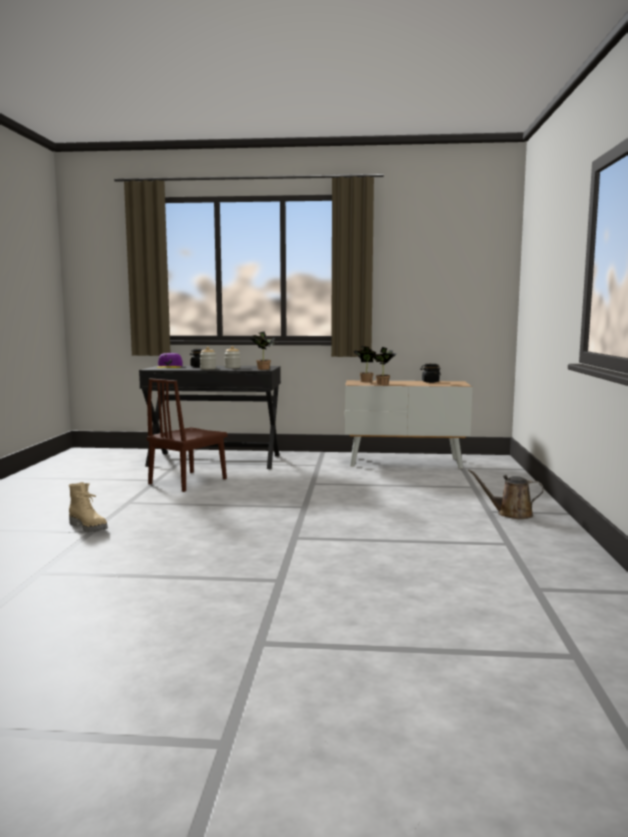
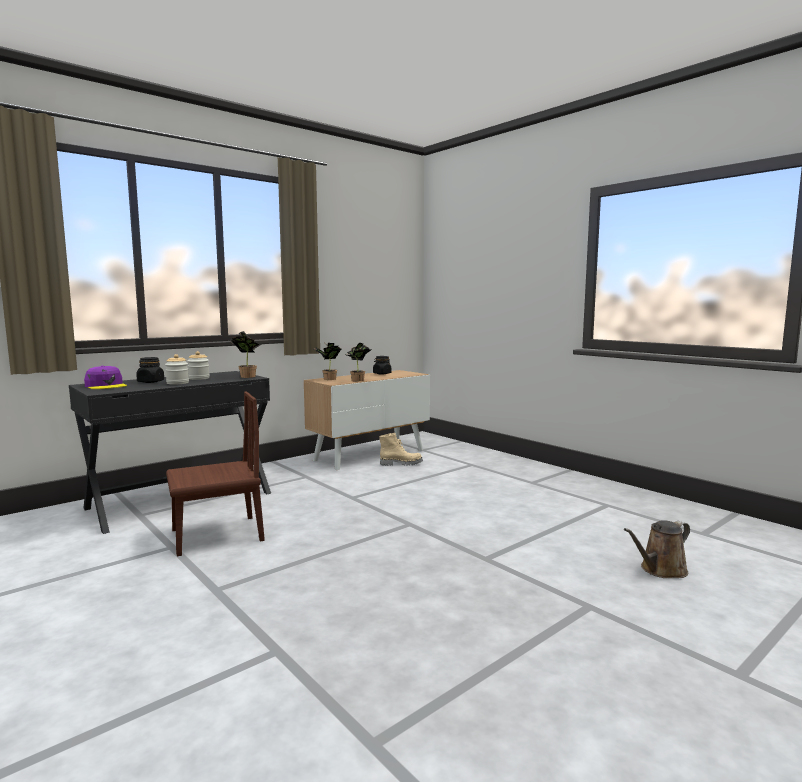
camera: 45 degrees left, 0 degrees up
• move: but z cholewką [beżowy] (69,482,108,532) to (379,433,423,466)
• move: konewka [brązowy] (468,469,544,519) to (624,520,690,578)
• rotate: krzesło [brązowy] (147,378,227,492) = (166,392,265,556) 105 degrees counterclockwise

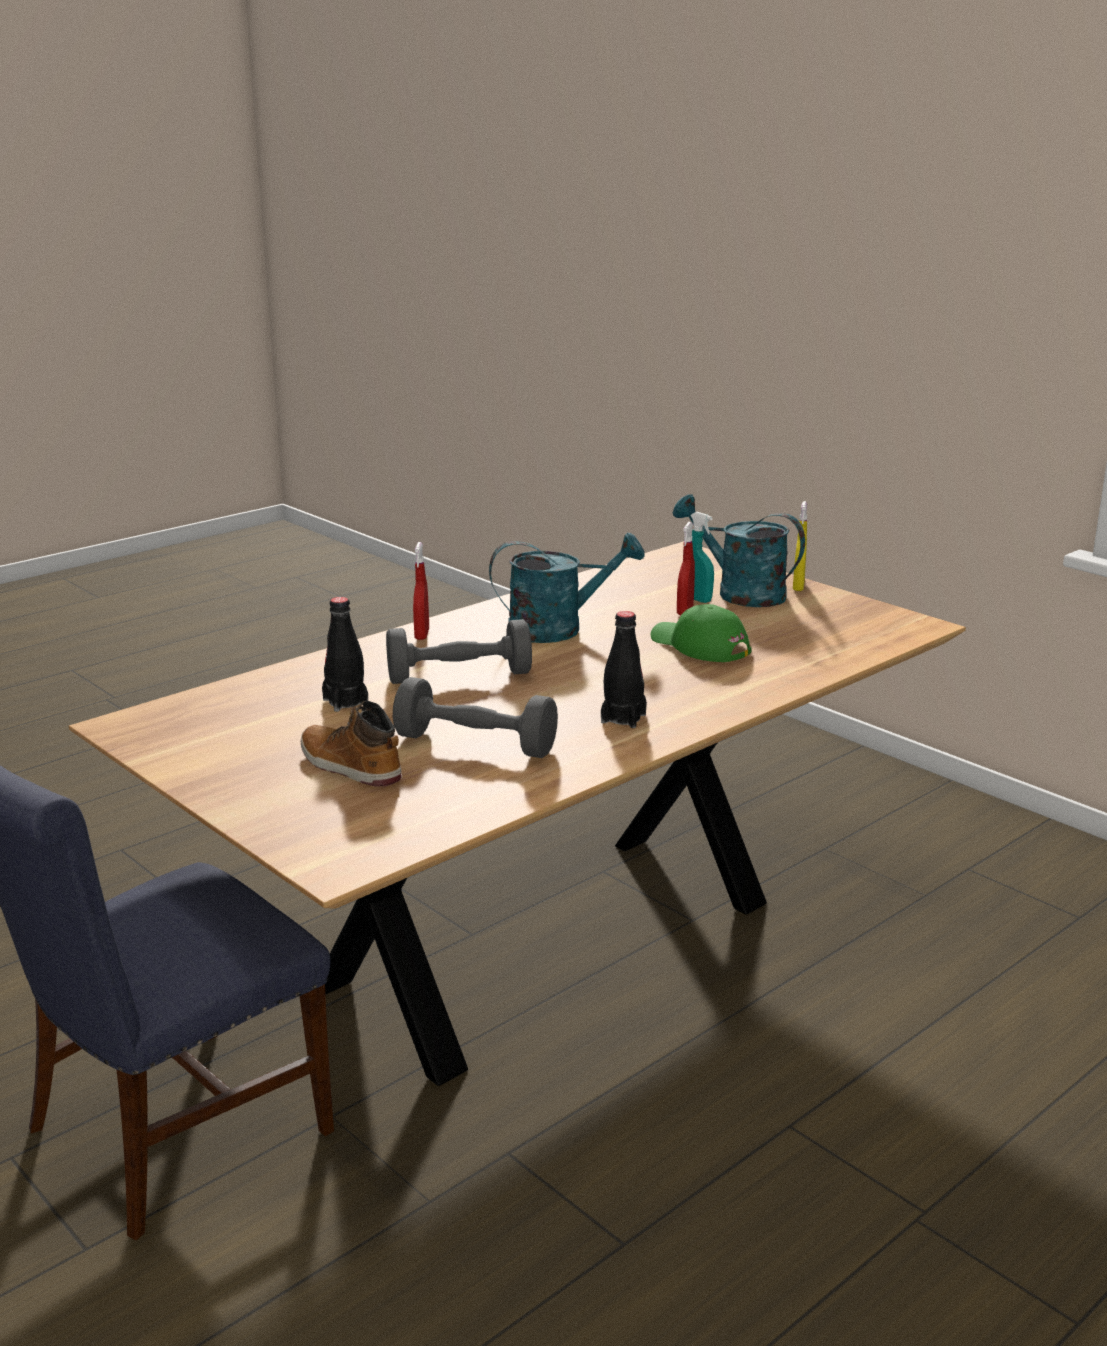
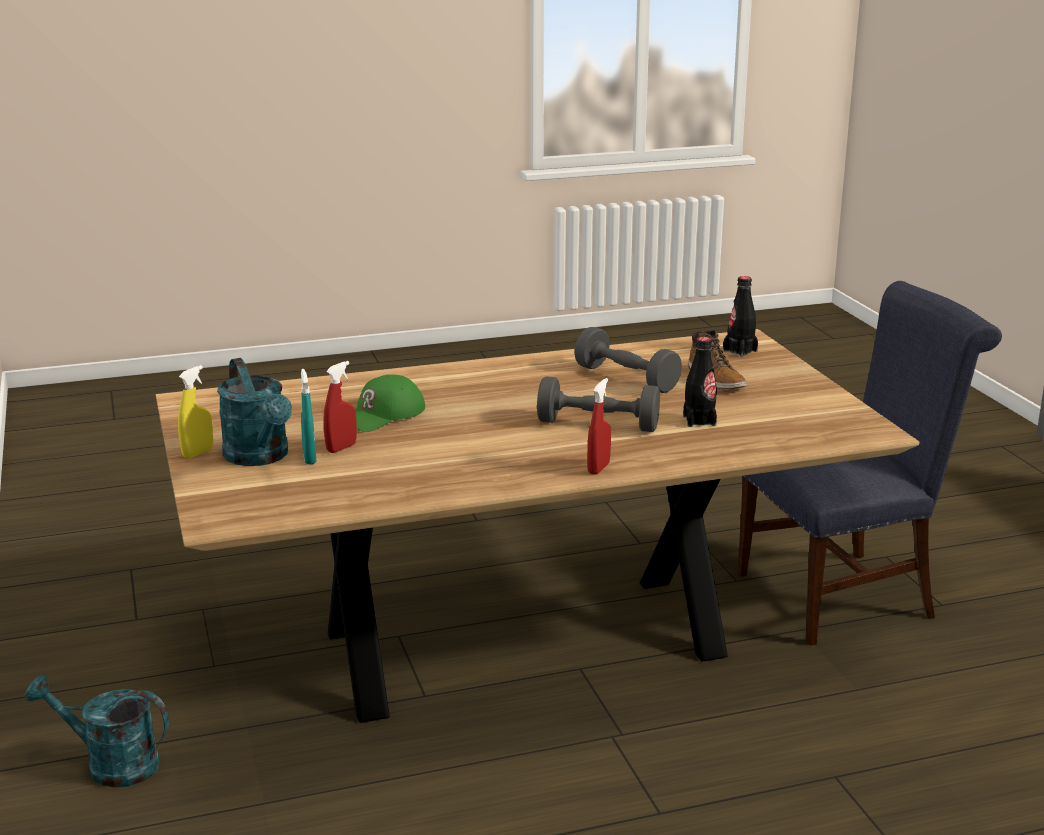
camera: 155 degrees left, 0 degrees up
• move: konewka [turkusowy] (489,533,645,643) to (25,675,169,787)
• move: butelka [czarny] (601,611,647,728) to (723,276,758,357)
• rotate: czapka z daszkiem [zielony] (651,604,752,662) = (355,374,425,432) 60 degrees clockwise

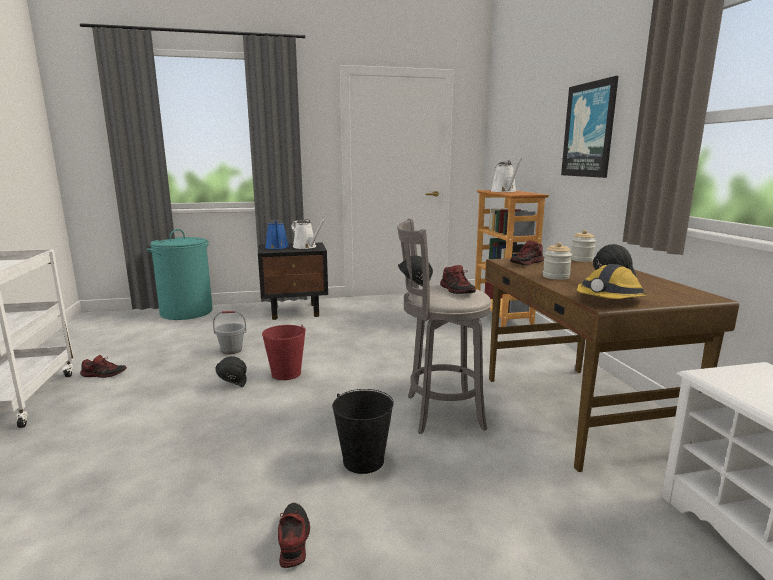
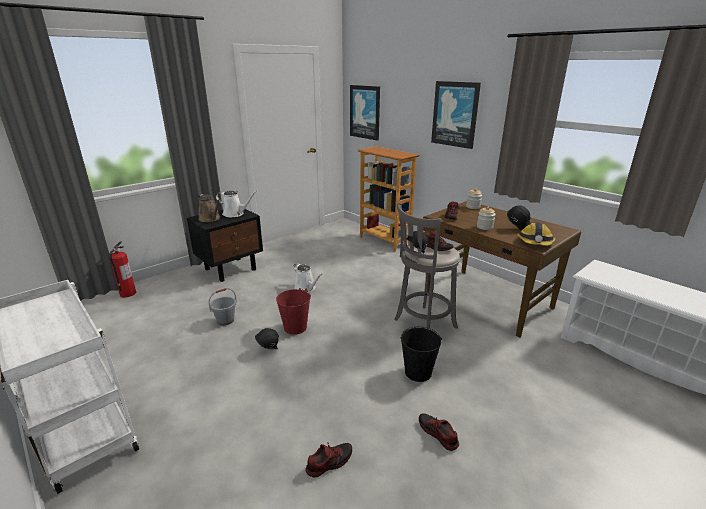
camera: 30 degrees left, 10 degrees up
• insert: obraz (350,85,380,141)
• move: but (80,355,127,378) to (305,443,352,477)
• move: konewka [biały] (491,158,522,192) to (294,263,323,292)
• replace: kosz na pranie [turkusowy] (147,229,213,320) to gaśnica (109,241,136,298)
• recolor: konewka [niebieski] (265,220,289,249) to konewka [brązowy] (198,194,221,222)

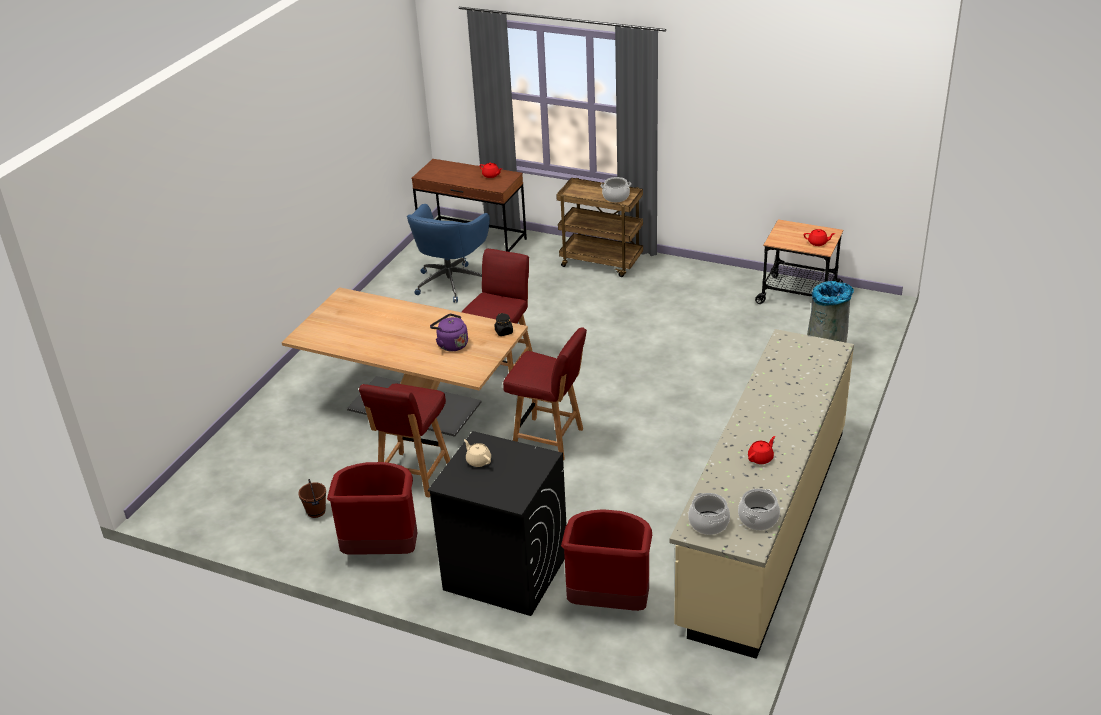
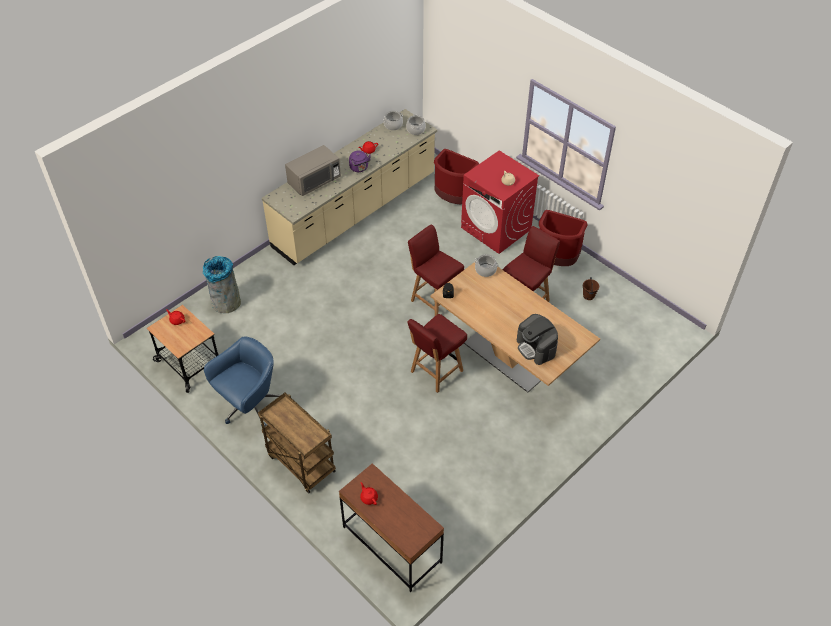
camera: 160 degrees left, 15 degrees up
• insert: mikrofalówka [szary] (285,145,341,196)
• insert: ekspres do kawy (517,314,558,365)
• move: krzesło biurowe [niebieski] (407,204,490,303) to (204,337,281,427)
• move: czajnik [fioletowy] (430,314,468,351) to (349,151,371,172)
• move: garnek (601,177,631,202) to (474,254,498,277)
• recolor: pralka [czarny] (428,431,566,616) to pralka [czerwony] (461,150,539,254)

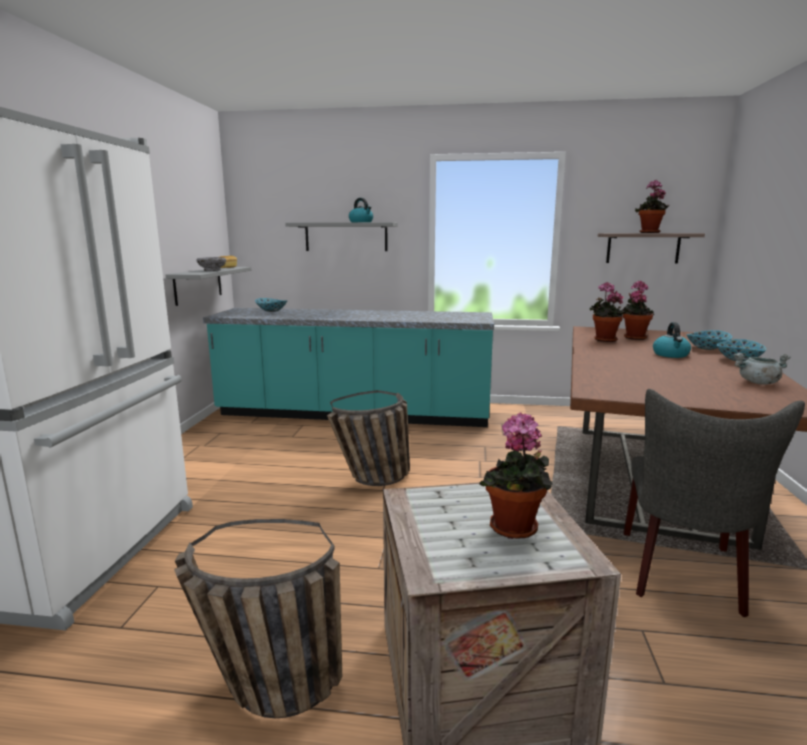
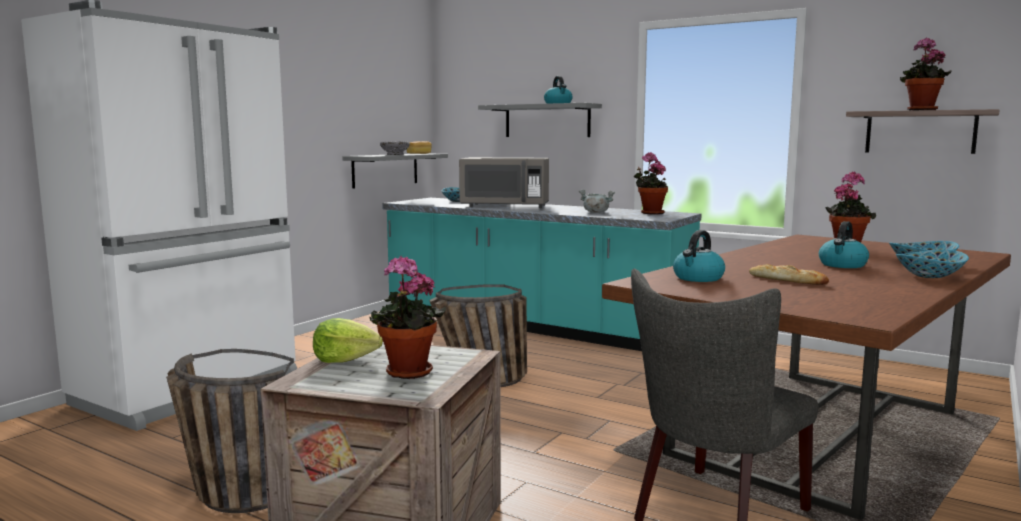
camera: 25 degrees right, 5 degrees down
• insert: sałata (313,318,383,363)
• insert: mikrofalówka [szary] (459,157,549,208)
• insert: czajnik (673,230,725,282)
• insert: chleb (749,264,829,285)
• move: roślina doniczkowa (590,282,626,342) to (634,152,668,215)
• move: garnek [szary] (733,353,791,385) to (579,190,615,213)

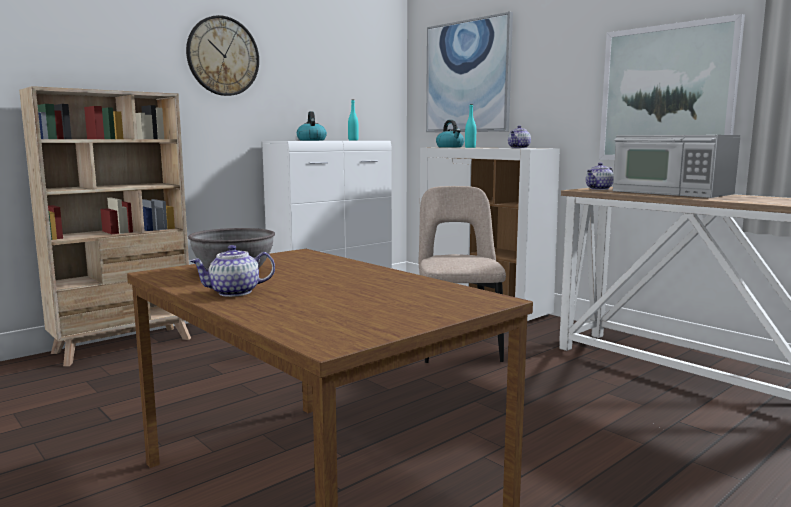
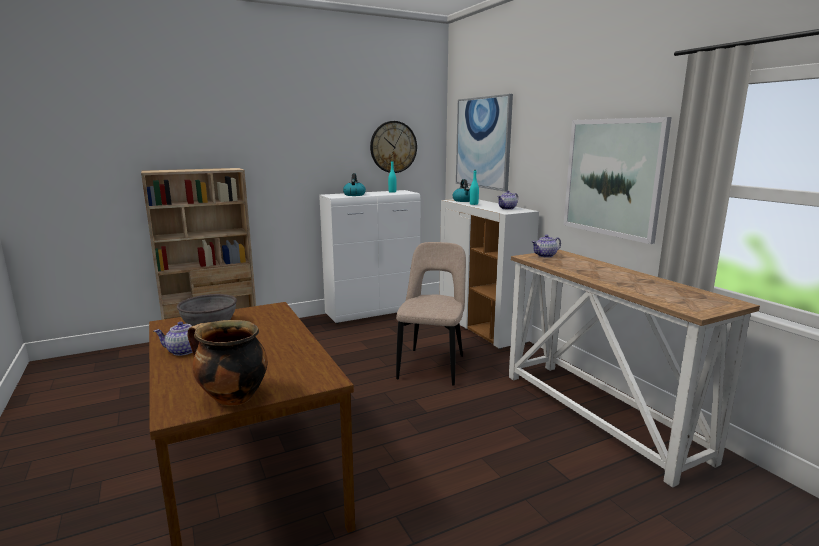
camera: 15 degrees right, 5 degrees up
• delete: mikrofalówka (612,135,741,198)
• insert: garnek (188,320,267,406)
• move: zegar ścienny (186,15,259,96) to (370,121,417,173)

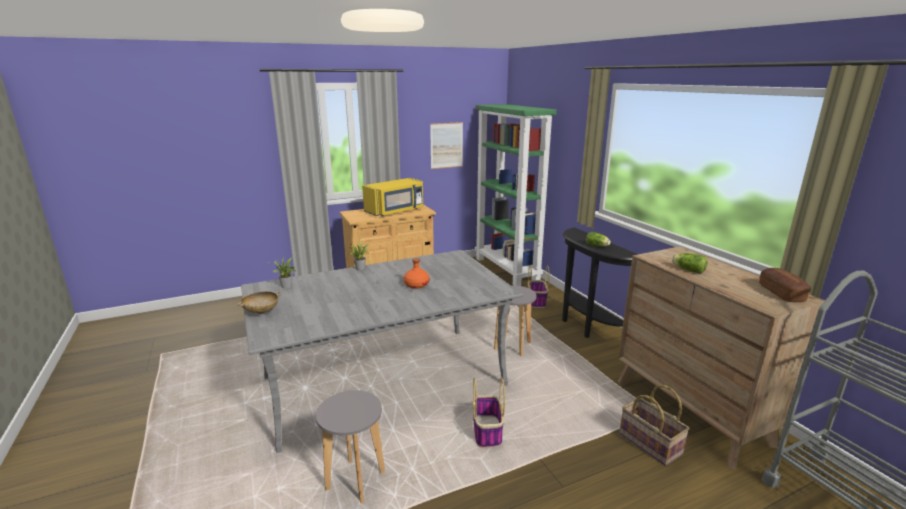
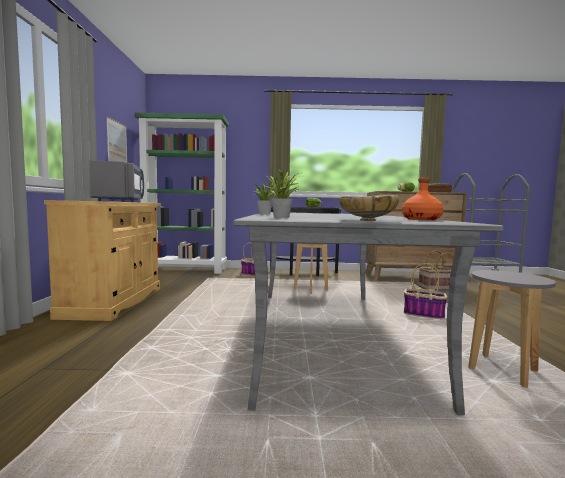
camera: 65 degrees left, 15 degrees down
• move: butelka [pomarańczowy] (404,258,429,289) to (402,177,444,220)
• recolor: mikrofalówka [żółty] (362,178,423,216) to mikrofalówka [szary] (89,160,144,202)

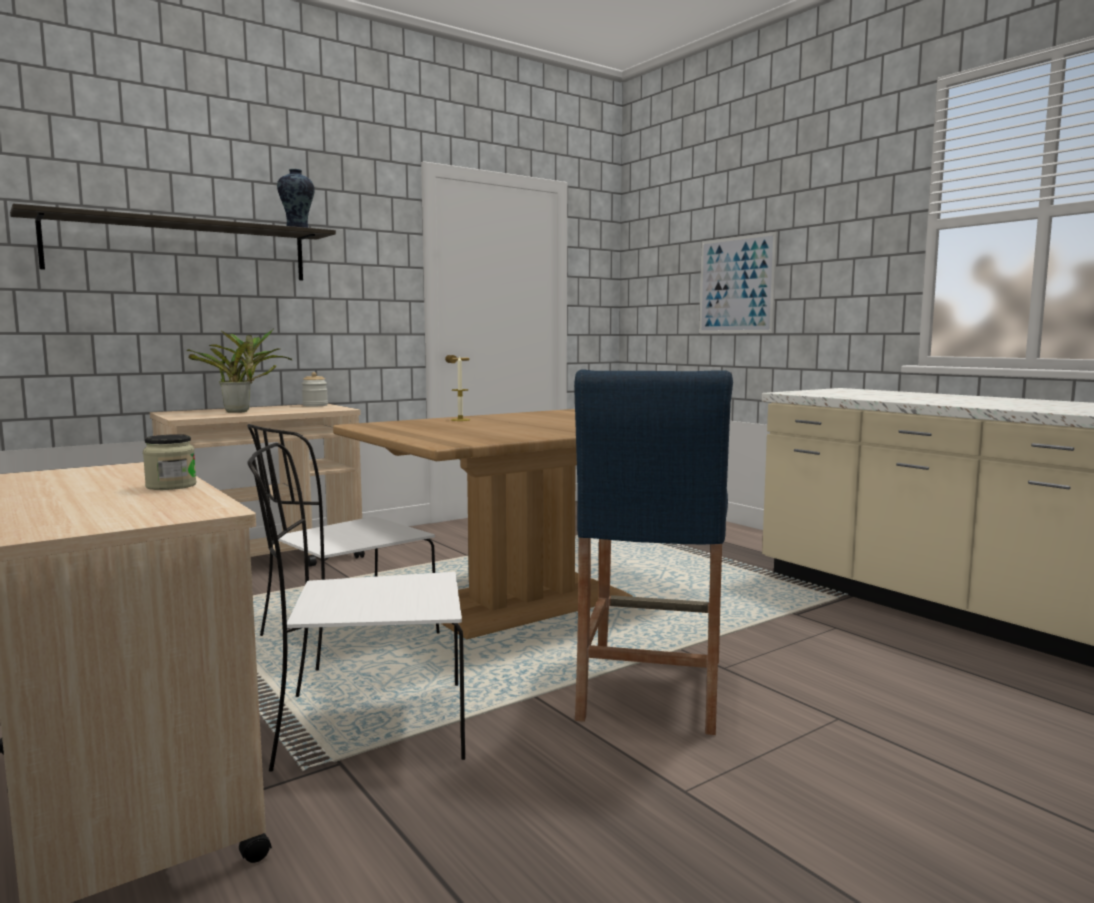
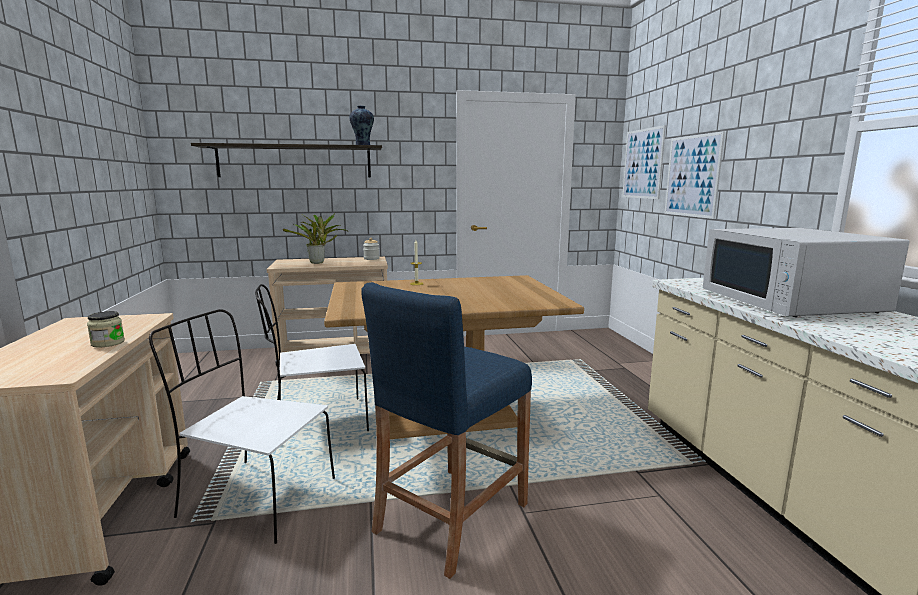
camera: 25 degrees right, 5 degrees up
• insert: obraz (622,125,666,199)
• insert: mikrofalówka [biały] (703,228,910,317)

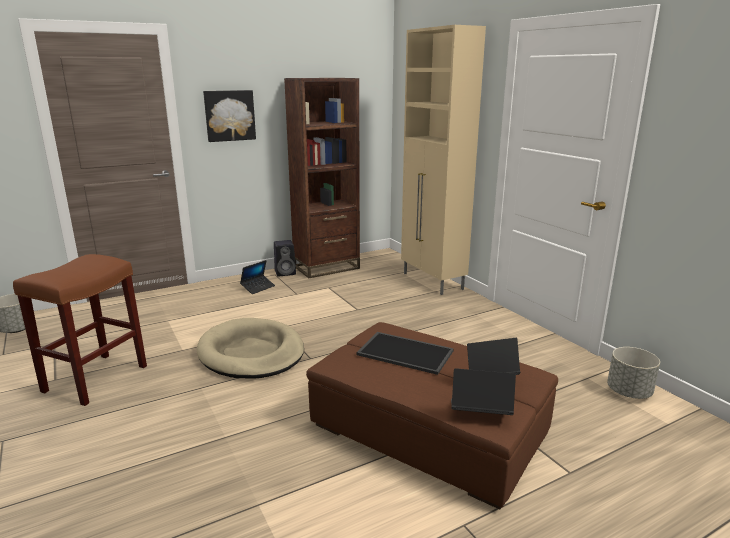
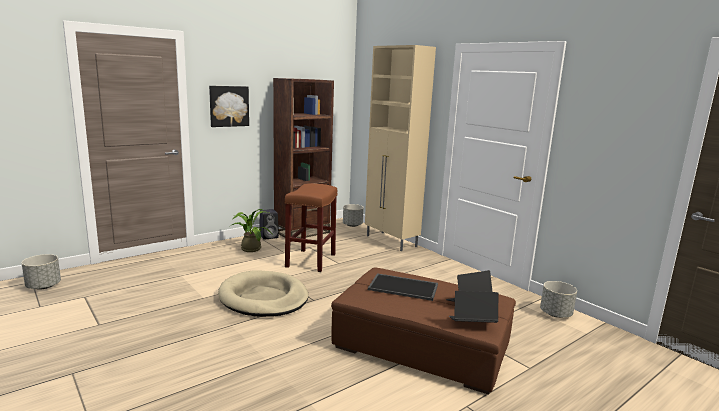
camera: 10 degrees left, 5 degrees down
• insert: donica [szary] (343,204,364,227)
• move: stołek [brązowy] (13,254,147,406) to (285,183,337,272)
• replace: laptop (240,260,275,294) to roślina doniczkowa (230,209,273,252)

